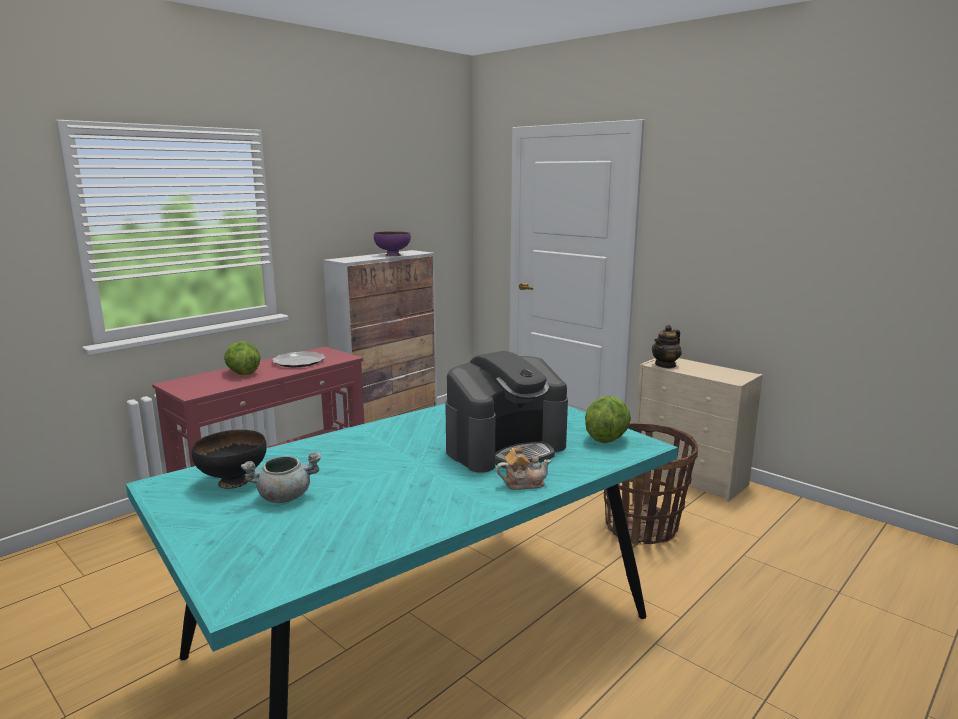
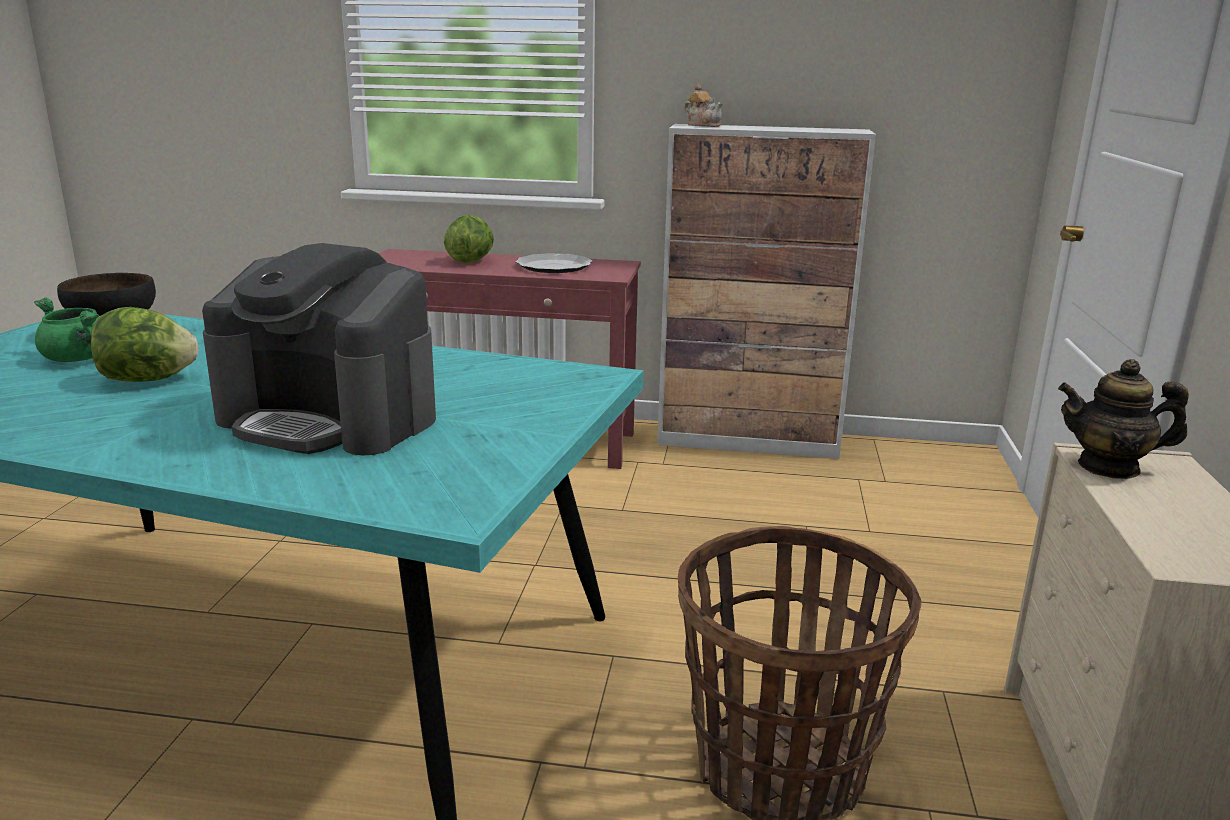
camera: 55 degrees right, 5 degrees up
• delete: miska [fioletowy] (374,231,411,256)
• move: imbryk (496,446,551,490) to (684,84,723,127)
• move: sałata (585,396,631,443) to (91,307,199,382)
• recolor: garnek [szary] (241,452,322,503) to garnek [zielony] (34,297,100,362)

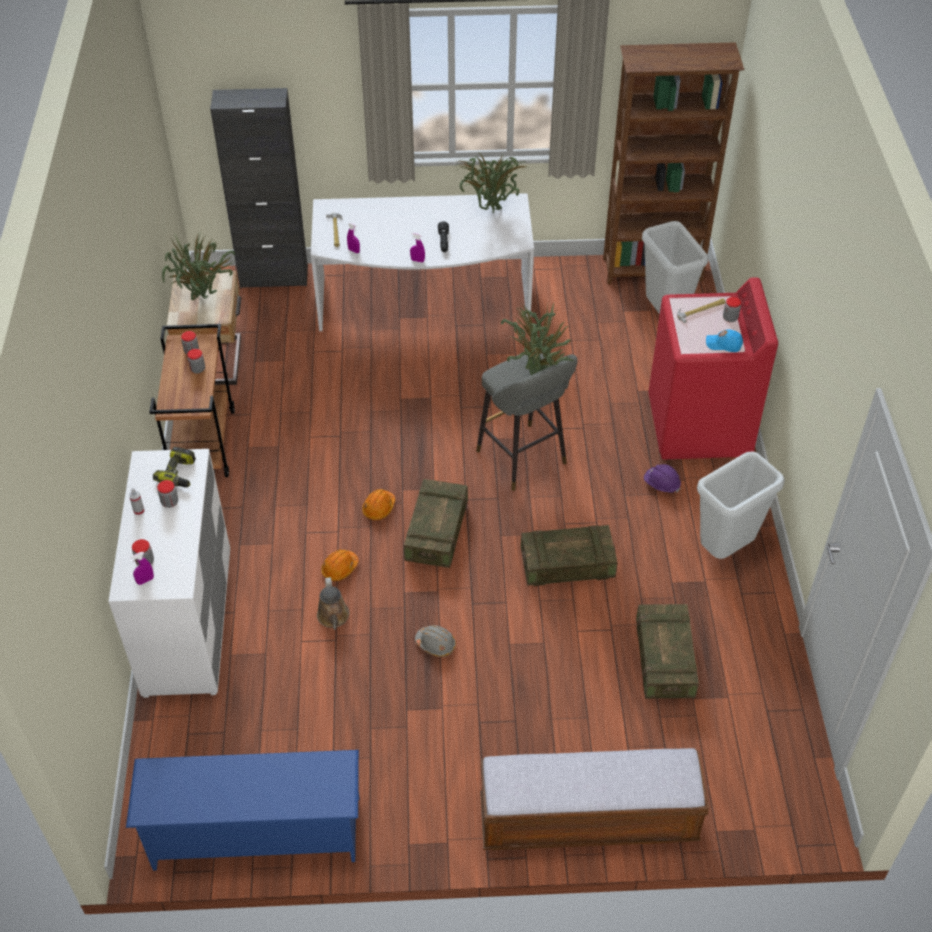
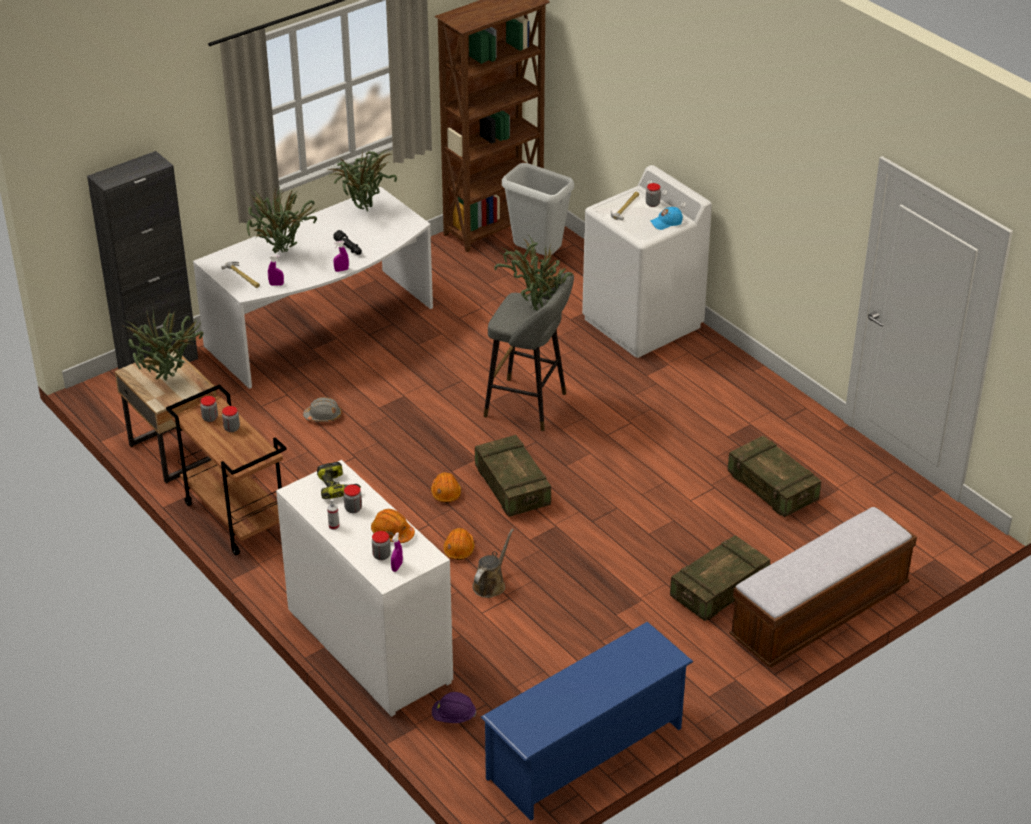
camera: 35 degrees left, 10 degrees down
• delete: kosz na śmieci [szary] (697,451,785,559)
• insert: roślina doniczkowa (247,184,318,253)
• insert: kask [pomarańczowy] (371,509,415,543)
• move: kask [szary] (415,625,456,657) to (303,397,342,422)
• move: skrzynka (521,525,618,586) to (670,535,770,621)
• move: kask [fioletowy] (644,464,681,493) to (432,692,476,723)
• recolor: pralka [czerwony] (648,277,778,459) to pralka [biały] (582,165,712,358)
• rotate: konewka [brązowy] (317,577,349,630) = (472,528,514,598) 105 degrees counterclockwise

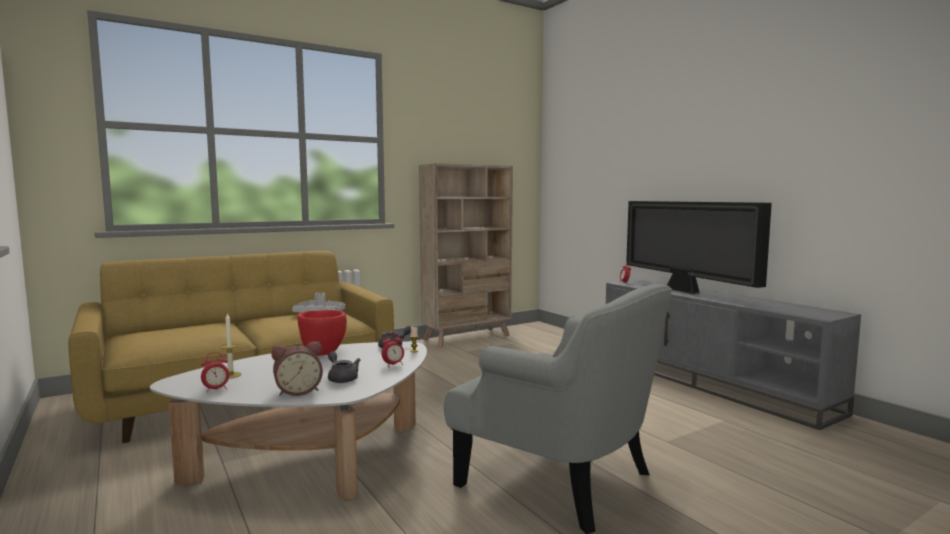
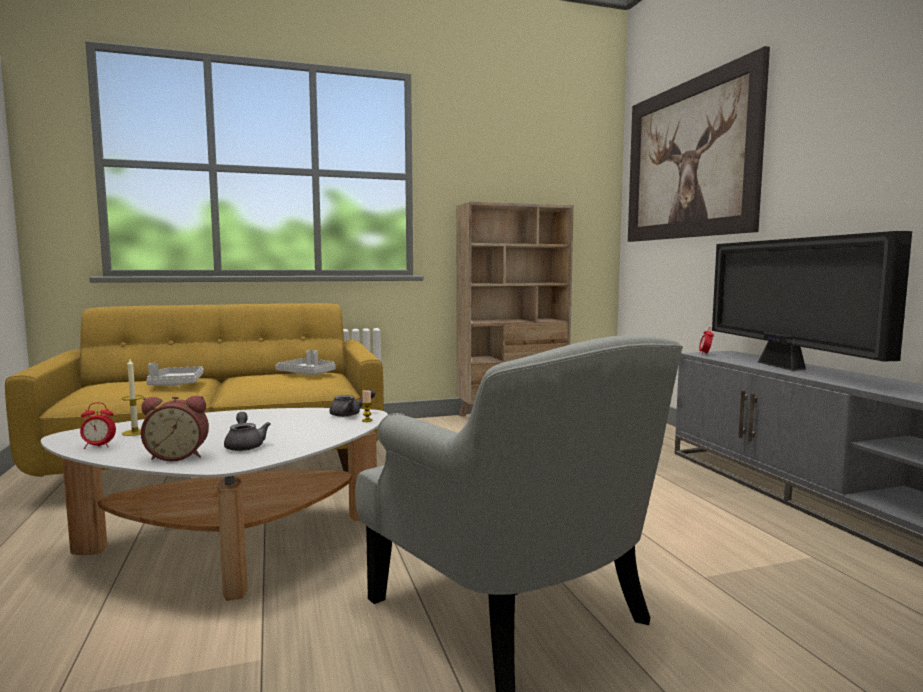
camera: 15 degrees right, 0 degrees up
• delete: miska [czerwony] (297,310,347,356)
• delete: budzik (381,333,404,367)
• insert: taca [szary] (146,363,203,386)
• insert: obraz (628,46,770,242)

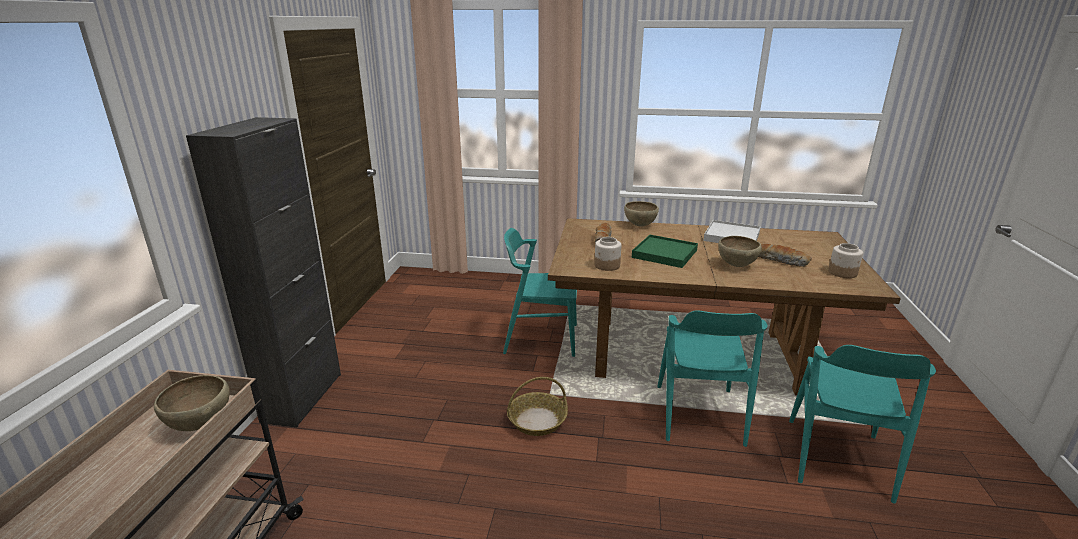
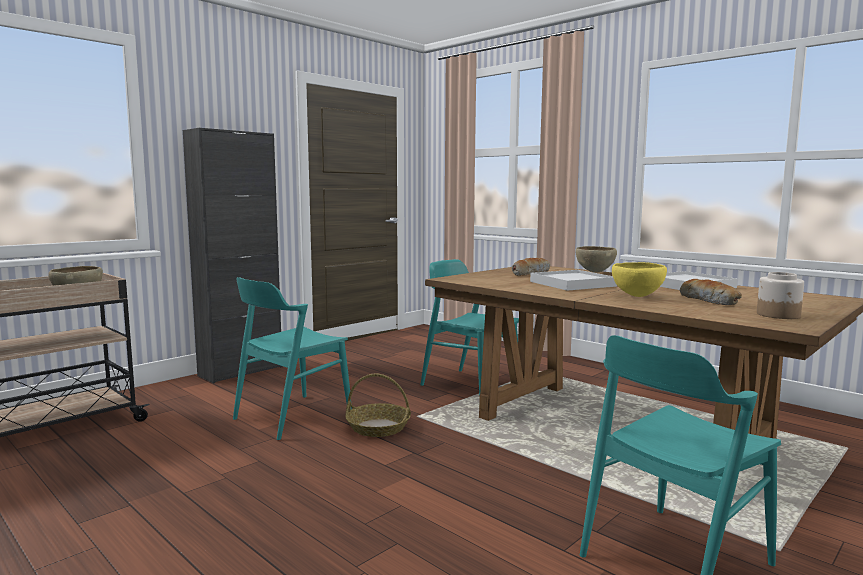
camera: 35 degrees right, 15 degrees down
• delete: słoik (594,237,621,271)
• move: krzesło [turkusowy] (657,310,767,447) to (233,277,352,440)
• recolor: taca [zielony] (632,235,698,268) to taca [biały] (530,270,617,291)
• recolor: miska [brązowy] (718,236,762,267) to miska [żółty] (612,262,667,297)

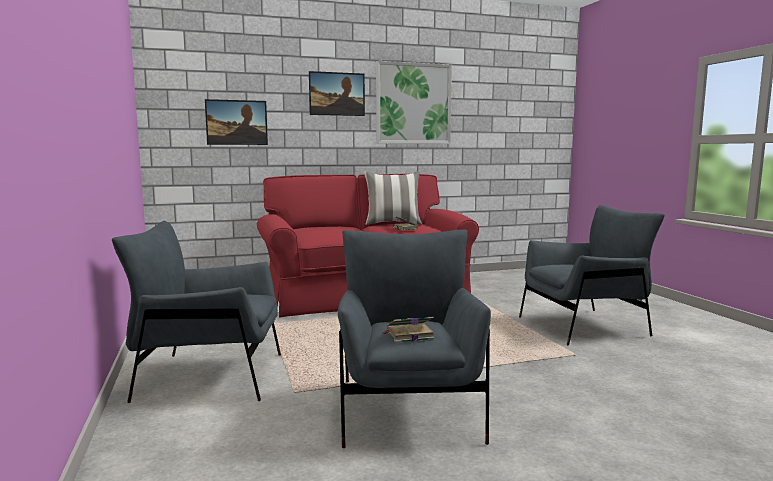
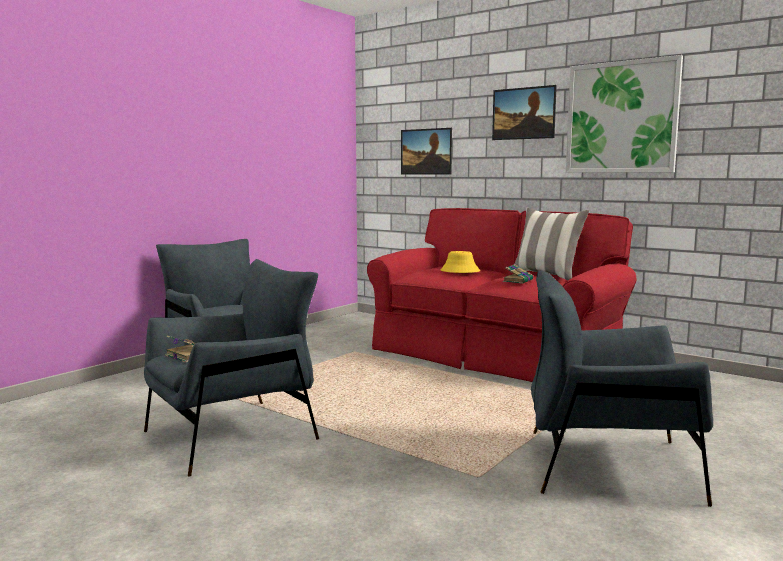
camera: 55 degrees right, 0 degrees up
• insert: kapelusz [żółty] (441,251,480,273)
• rotate: fotel [szary] (519,205,665,345) = (531,270,713,507) 150 degrees clockwise

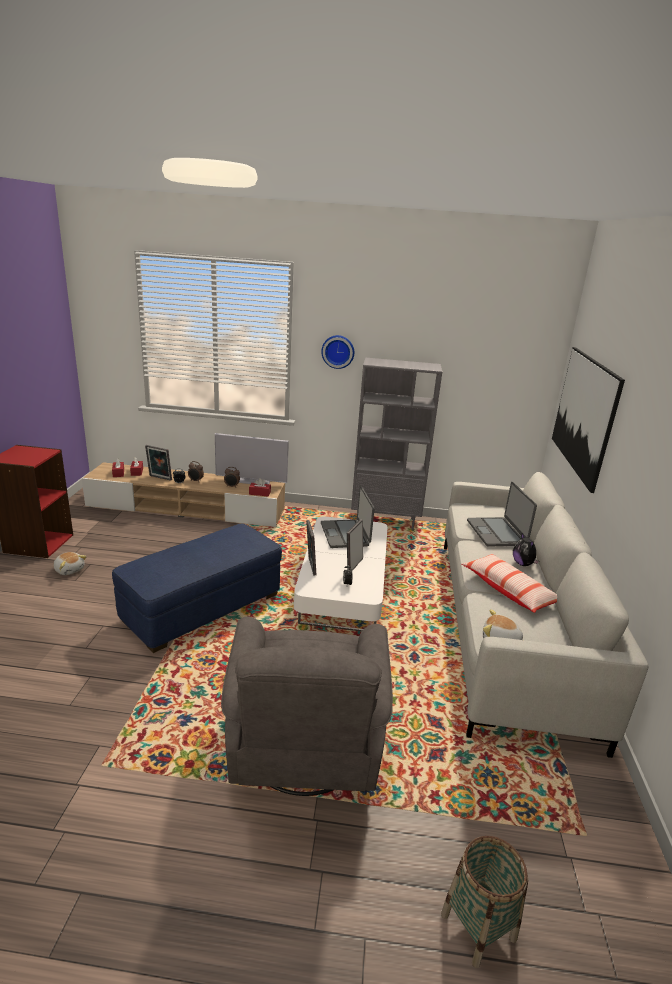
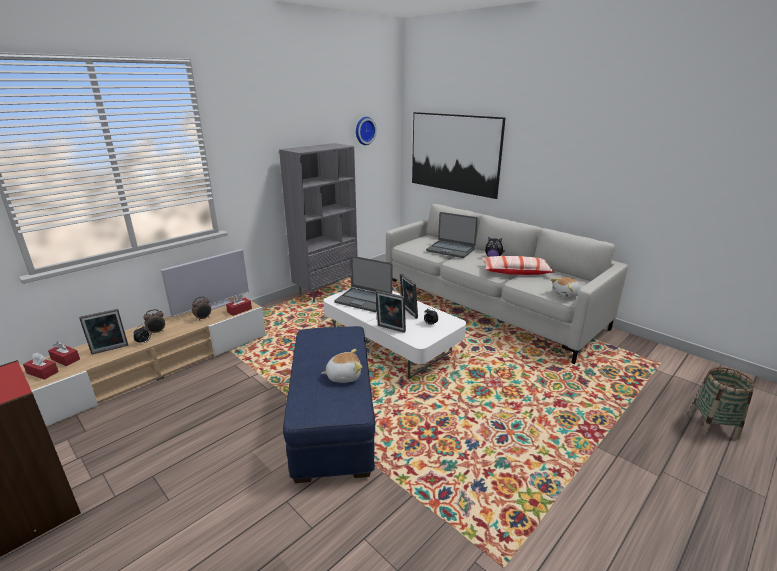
camera: 50 degrees left, 0 degrees up
• delete: fotel [szary] (221,617,393,796)
• move: pluszak (53,552,87,575) to (321,349,362,383)
• move: zegar ścienny (321,335,354,369) to (356,117,377,145)

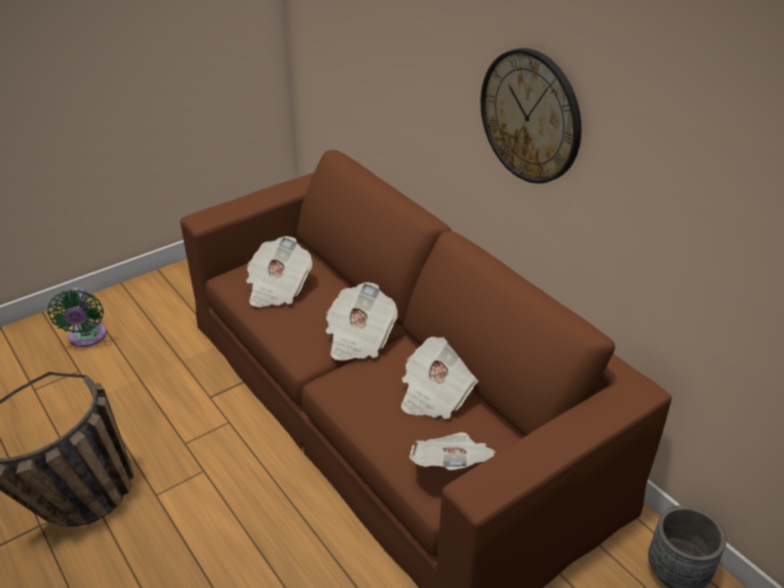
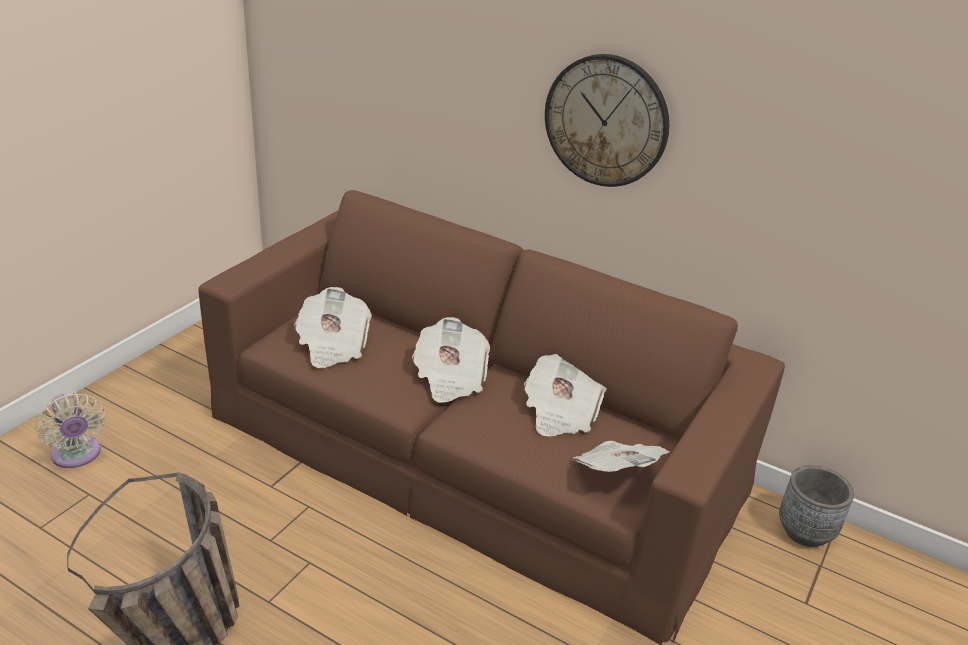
camera: 25 degrees left, 5 degrees down
• recolor: wentylator [zielony] (47,287,107,347) to wentylator [beżowy] (35,393,106,468)

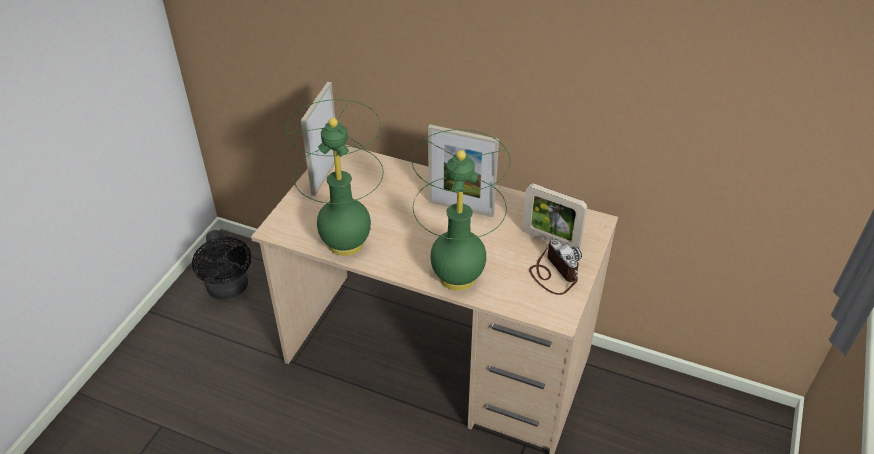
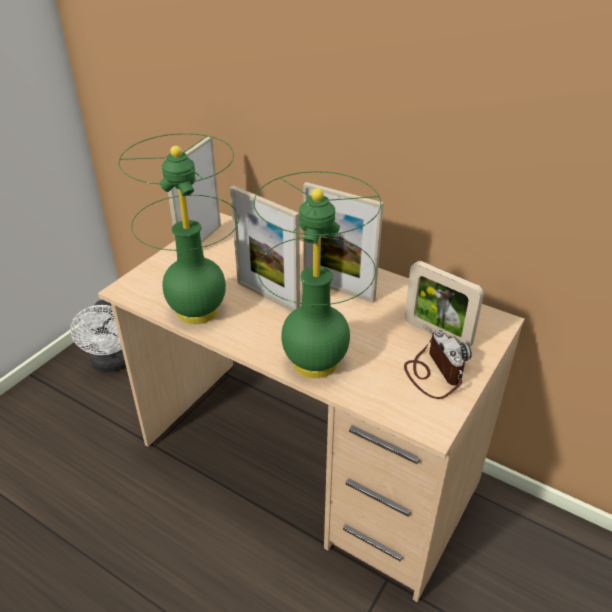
camera: 10 degrees right, 5 degrees down
• insert: ramka na zdjęcie (230,186,300,311)
• recolor: wentylator [czarny] (192,230,251,299) to wentylator [biały] (70,300,126,372)

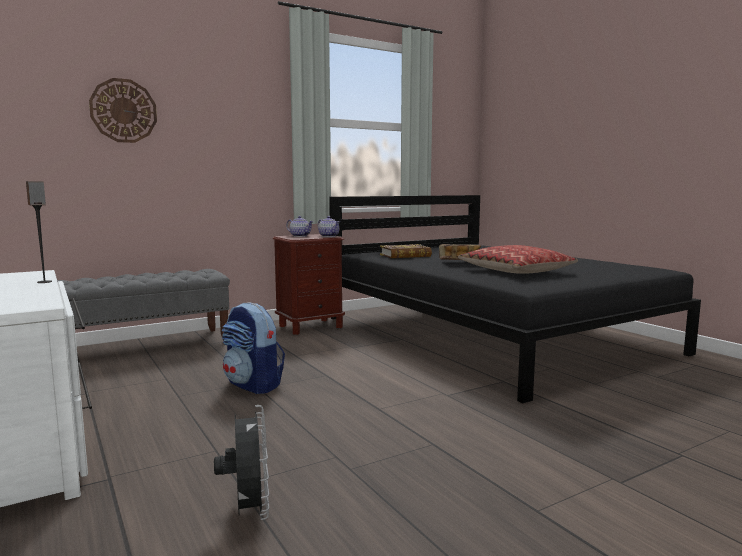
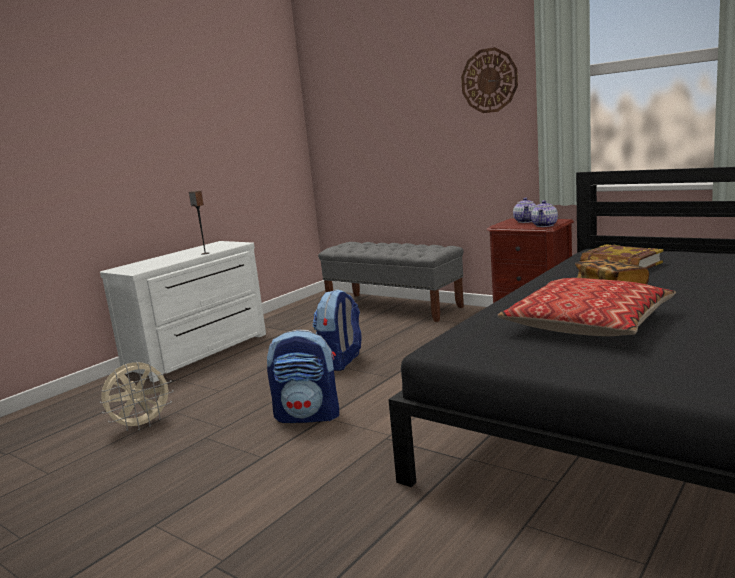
camera: 70 degrees right, 5 degrees up
• insert: plecak (267,330,339,423)
• move: zegar ścienny (89,78,157,143) to (461,47,518,113)
• recolor: wentylator [czarny] (214,405,270,520) to wentylator [beżowy] (100,361,173,431)

